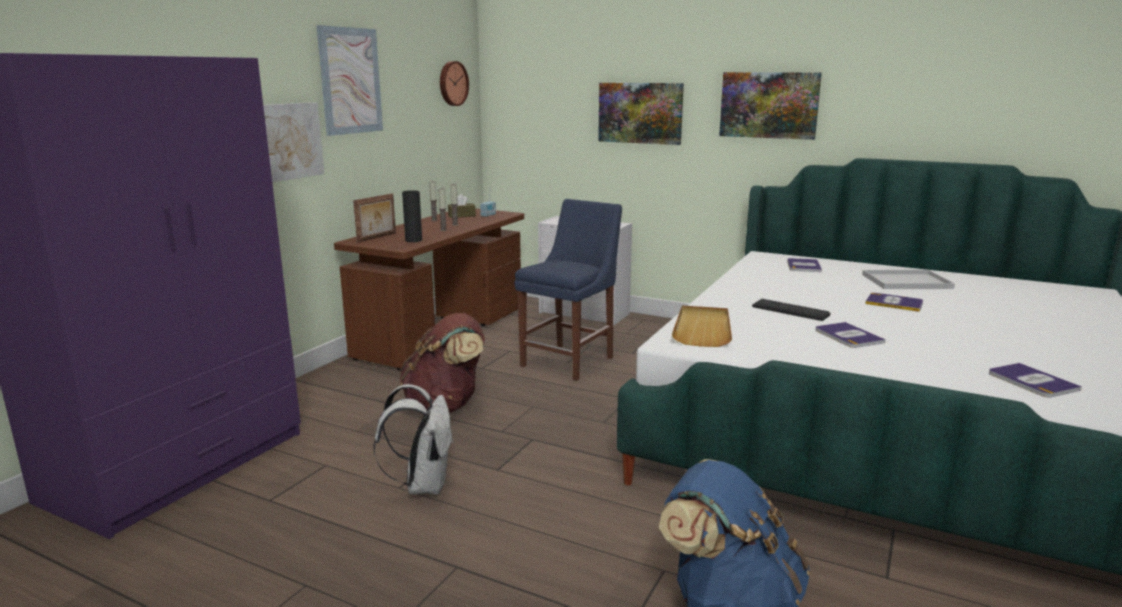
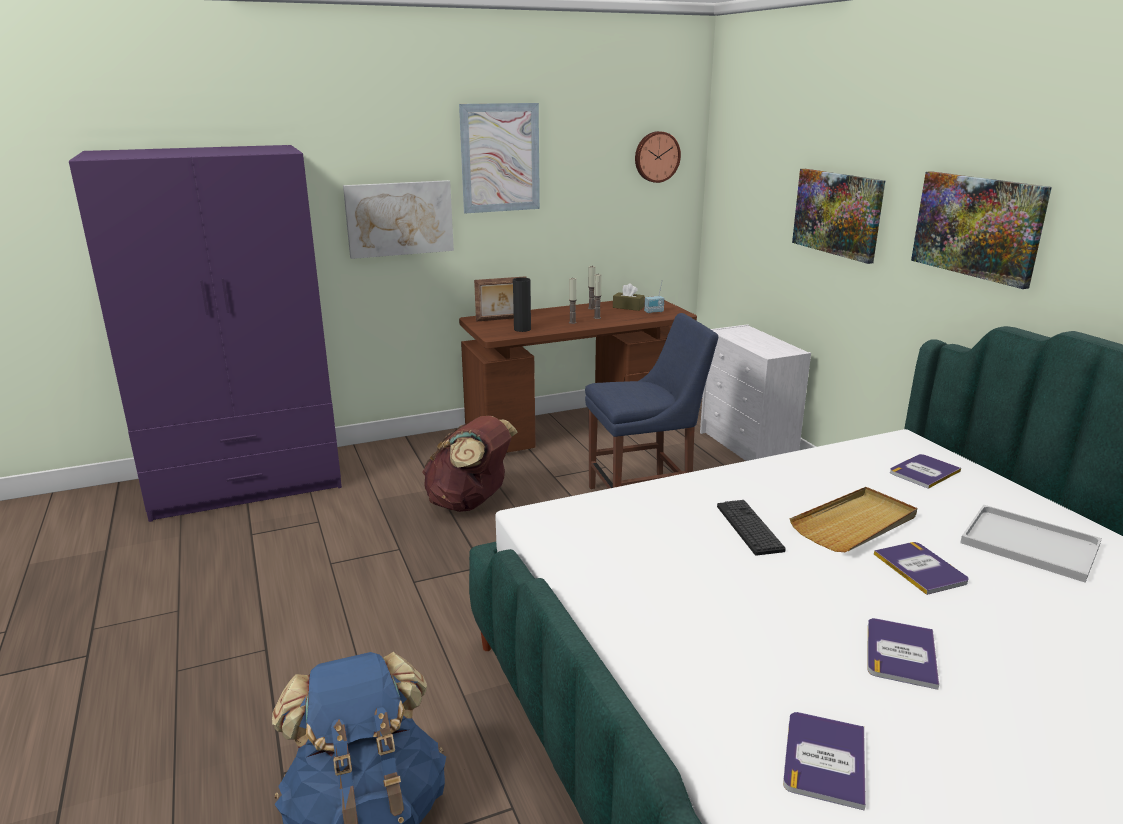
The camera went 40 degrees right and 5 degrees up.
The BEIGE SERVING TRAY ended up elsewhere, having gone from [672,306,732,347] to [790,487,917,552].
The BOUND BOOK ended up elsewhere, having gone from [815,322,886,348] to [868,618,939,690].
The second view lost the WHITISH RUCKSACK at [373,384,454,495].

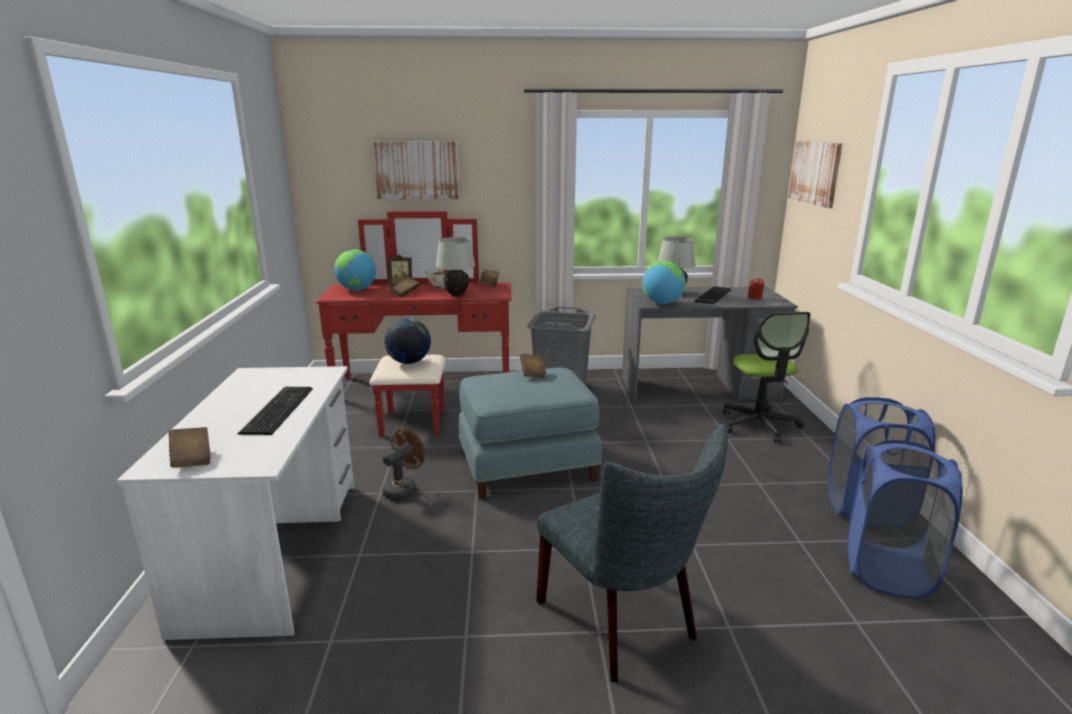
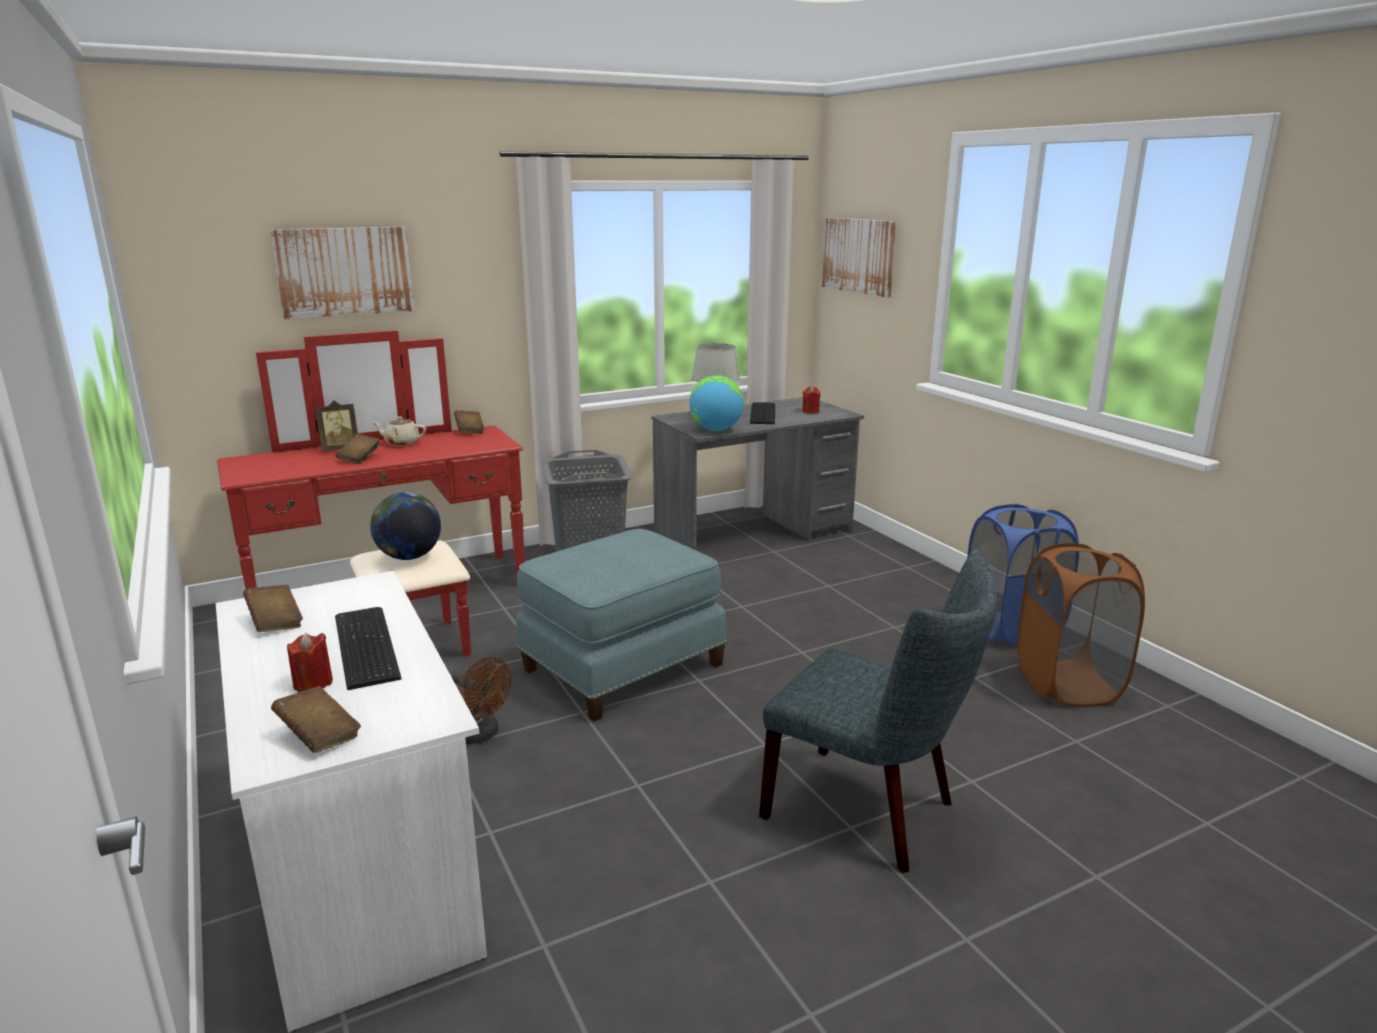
The camera went 25 degrees left and 0 degrees up.
The second view lost the WHITISH TABLETOP LAMP at [436,237,476,296].
The second view lost the DESK GLOBE at [334,249,376,291].
The second view lost the DESK CHAIR at [723,312,810,443].
The BROWNISH BOUND BOOK ended up elsewhere, having gone from [520,354,546,378] to [243,584,303,632].
The BROWNISH COOLING FAN at [382,429,425,501] ended up facing another way, 120 degrees clockwise from before.
What was the BLUE-COLOURED LAUNDRY BASKET at [847,440,963,599] turned into the BROWNISH LAUNDRY BASKET at [1017,543,1145,707].
The second view gained the REDDISH WAX LIGHT at [287,633,333,692].

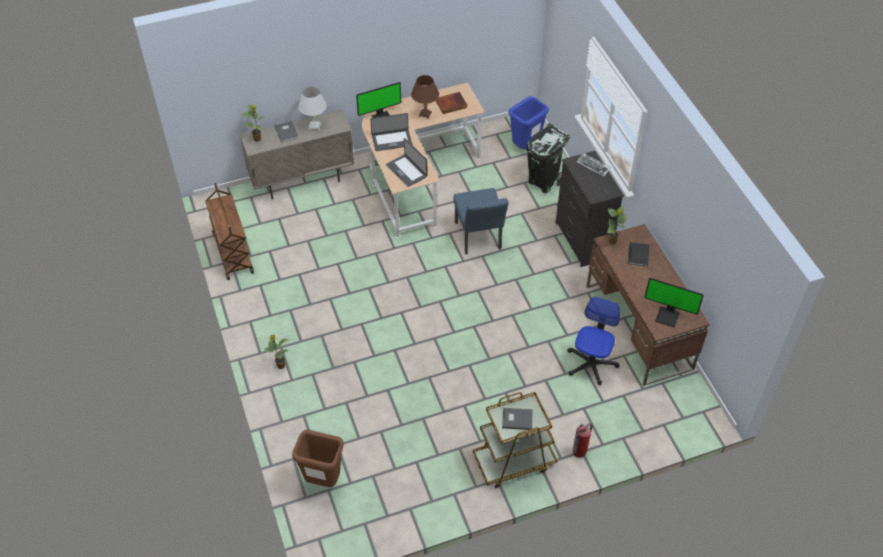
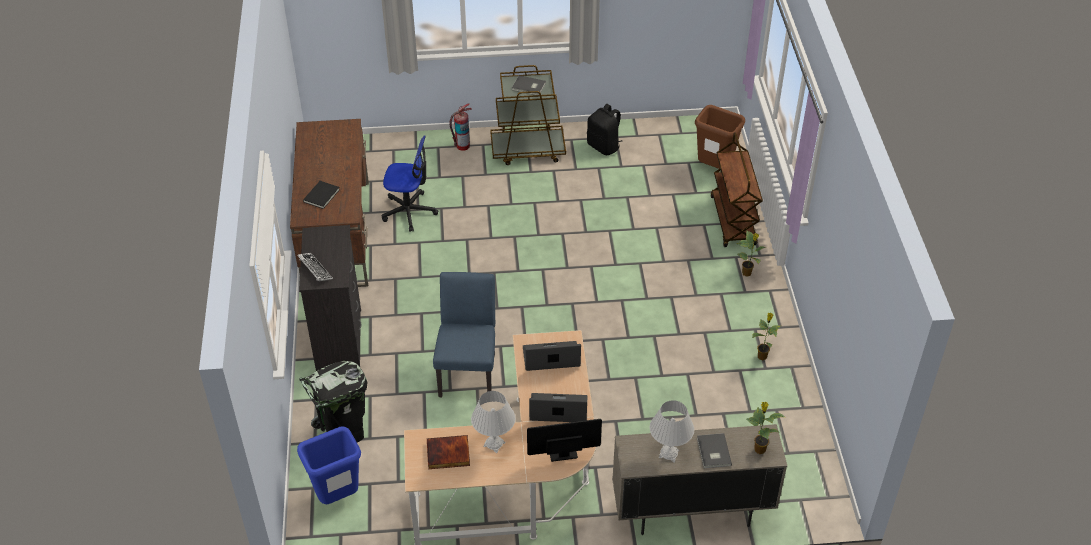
The camera went 165 degrees left and 5 degrees down.
What was the BROWNISH TABLETOP LAMP at [411,75,439,119] turned into the WHITISH TABLETOP LAMP at [471,391,515,453].
The LAPTOP at [386,138,428,187] ended up facing another way, 75 degrees counterclockwise from before.
The BROWNISH TROLLEY ended up elsewhere, having gone from [205,183,254,280] to [711,133,763,247].
The PLANT IN A POT ended up elsewhere, having gone from [607,206,627,244] to [752,313,781,360].
The second view lost the COMPUTER SCREEN at [645,278,704,327].
The DESK CHAIR at [567,296,620,385] ended up facing another way, 120 degrees counterclockwise from before.
The second view gained the BLACKISH RUCKSACK at [587,104,622,155].

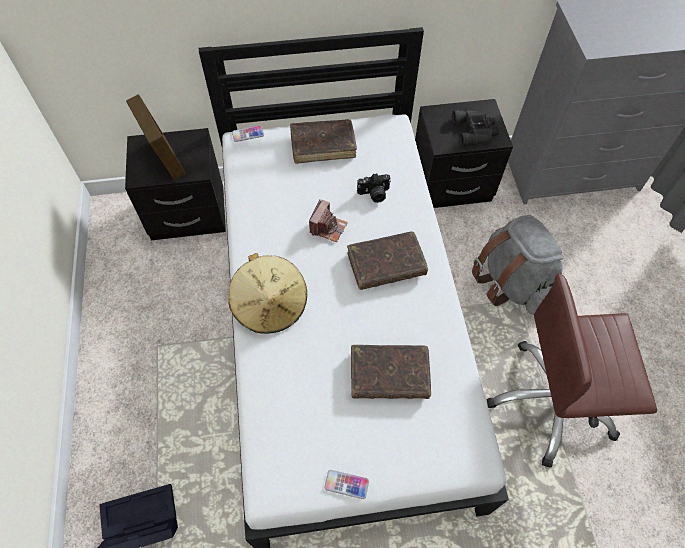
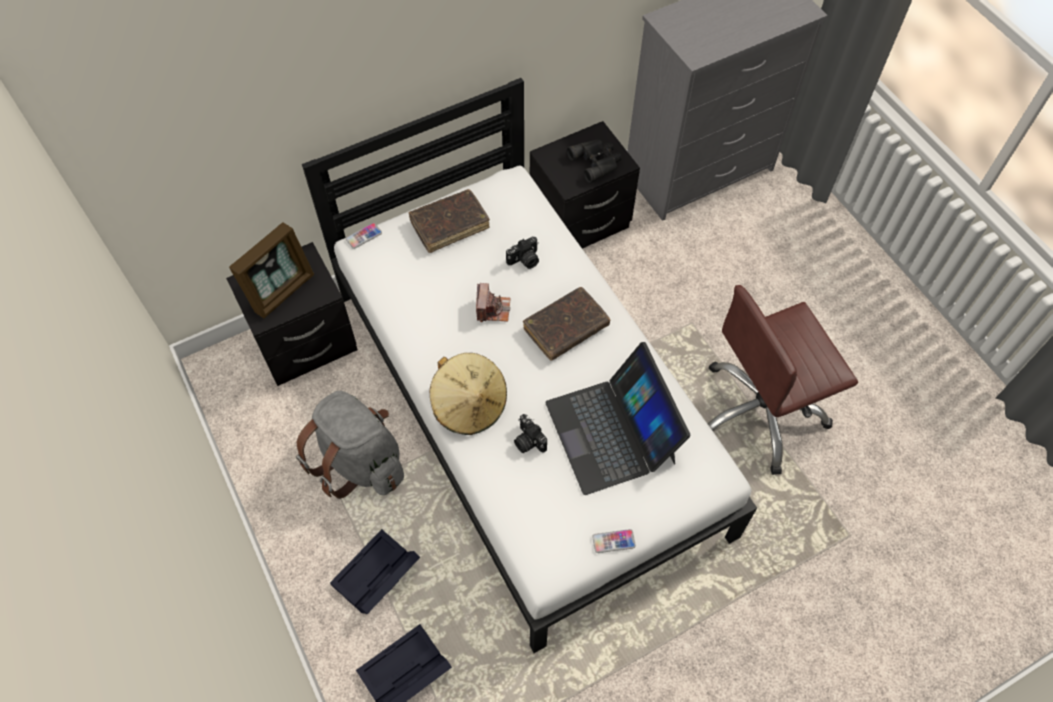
The camera went 20 degrees left and 0 degrees up.
The PHOTO FRAME at [126,94,186,180] ended up facing another way, 90 degrees clockwise from before.
The GREYISH RUCKSACK ended up elsewhere, having gone from [472,215,563,315] to [296,391,404,499].
Where the BROWNISH BOUND BOOK stood at [351,345,431,399], the LAPTOP came to stand at [545,342,690,495].
The second view gained the STILL CAMERA at [514,414,547,453].
The second view gained the BLACKISH STORAGE BOX at [330,529,420,614].

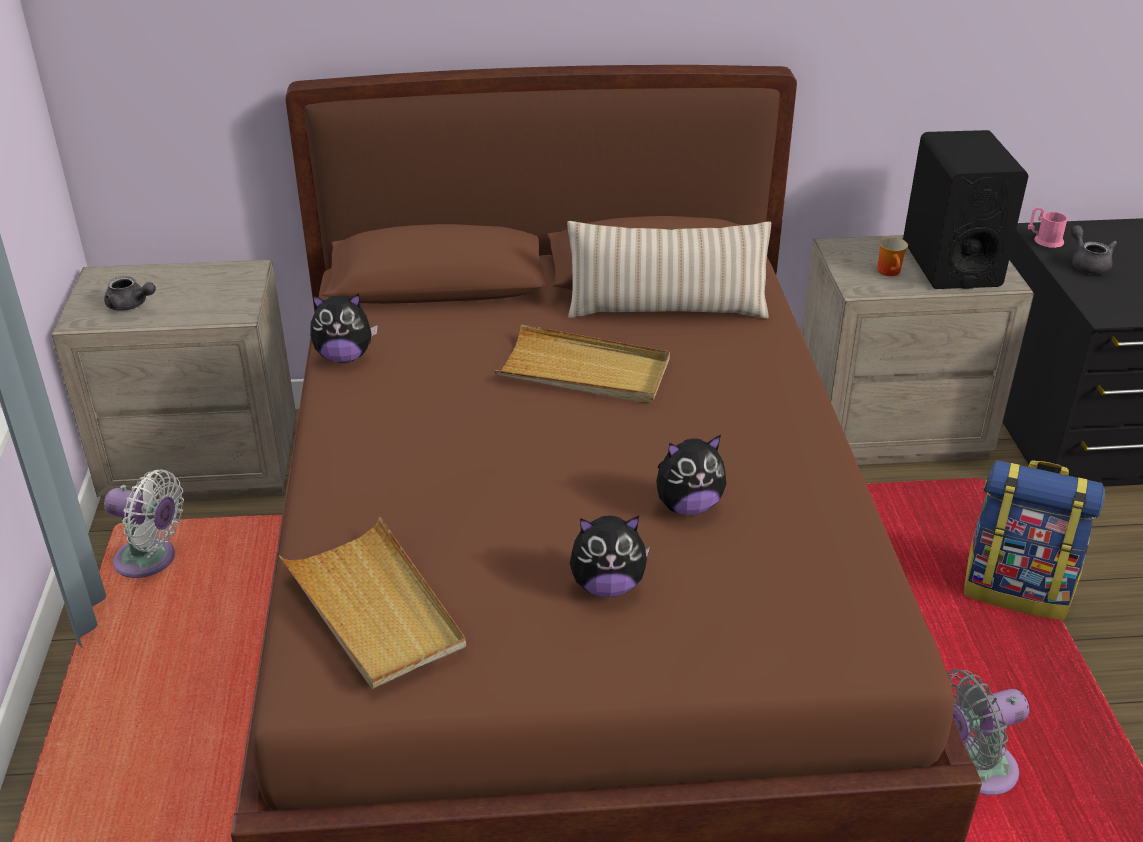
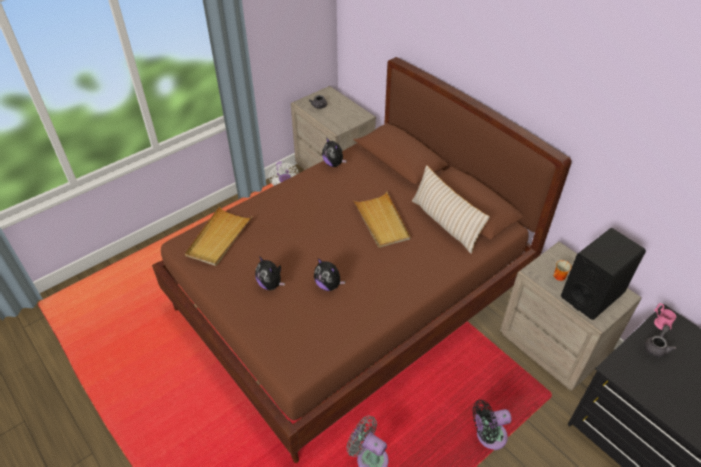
The camera went 55 degrees right and 10 degrees up.
Where the RUCKSACK stood at [964,460,1105,620], the BLACKISH COOLING FAN came to stand at [473,400,512,450].

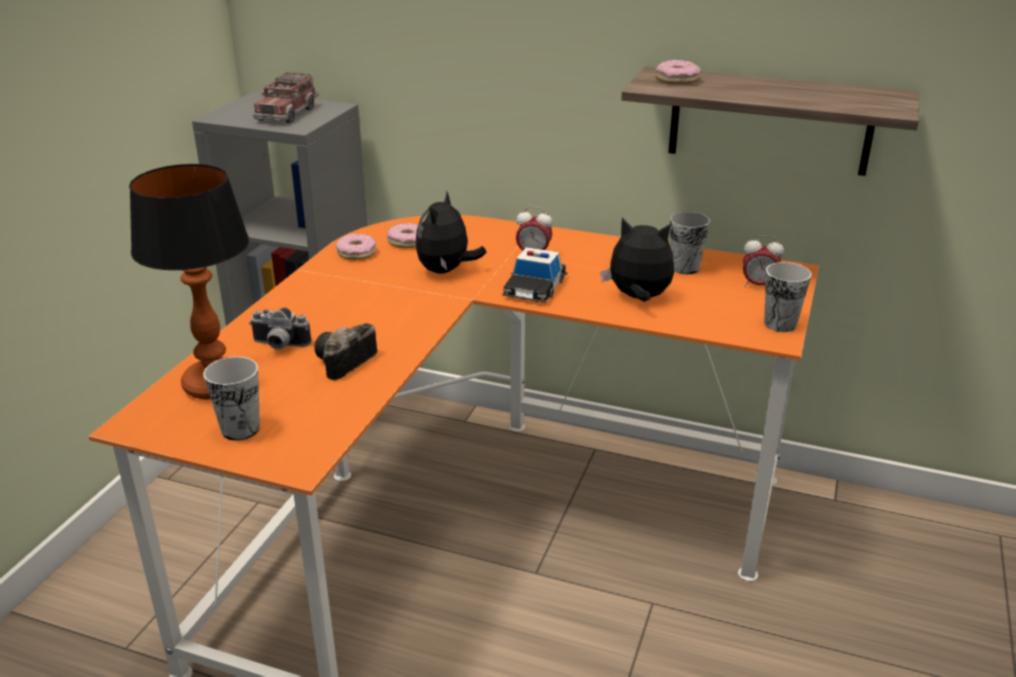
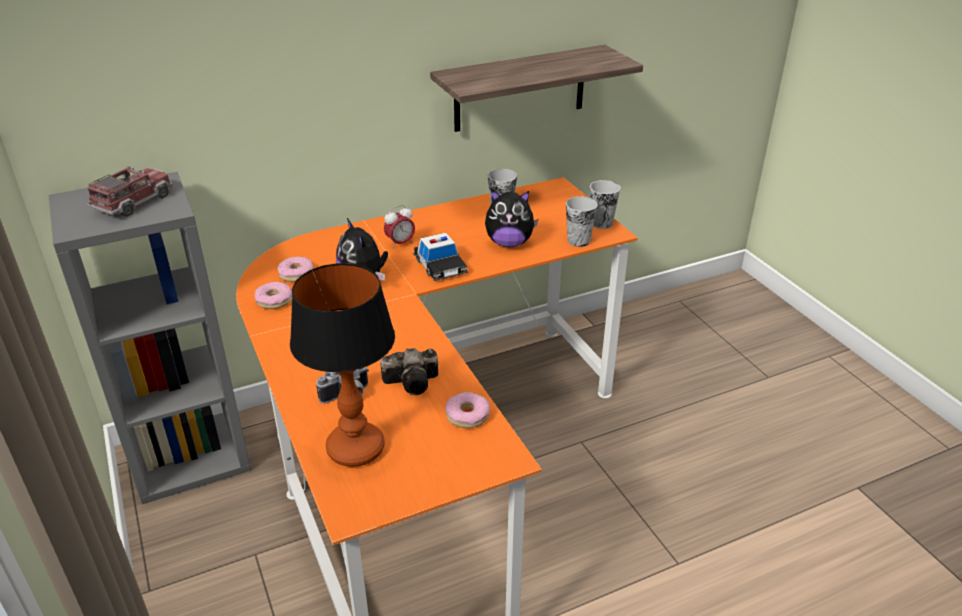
The camera went 45 degrees left and 5 degrees up.
The DOUGHNUT ended up elsewhere, having gone from [655,60,701,85] to [445,392,490,428].
The MODEL TRUCK at [253,73,318,123] ended up facing another way, 120 degrees counterclockwise from before.
The CUDDLY TOY at [601,218,674,302] ended up facing another way, 150 degrees counterclockwise from before.
The second view lost the BEDSIDE CLOCK at [743,235,784,287].
The STILL CAMERA at [314,323,377,381] ended up facing another way, 90 degrees counterclockwise from before.
The SMALL CUP ended up elsewhere, having gone from [203,357,260,441] to [566,196,597,247].

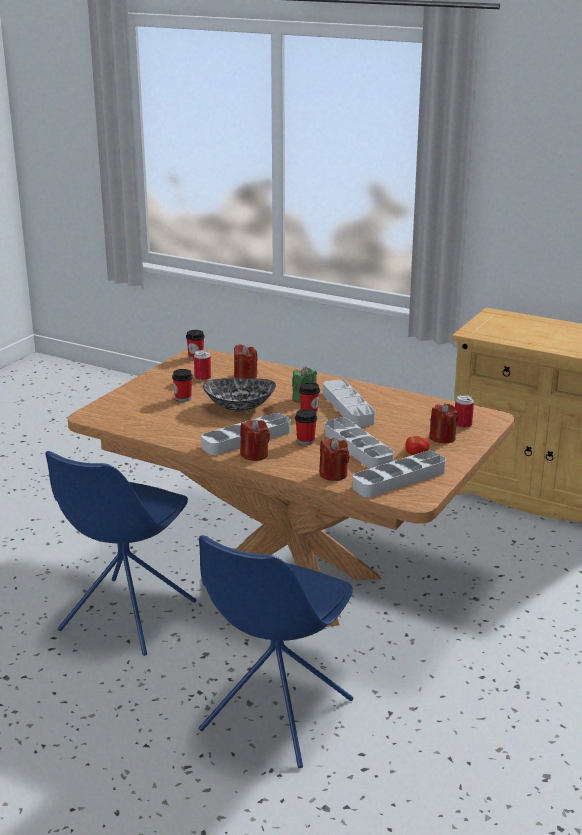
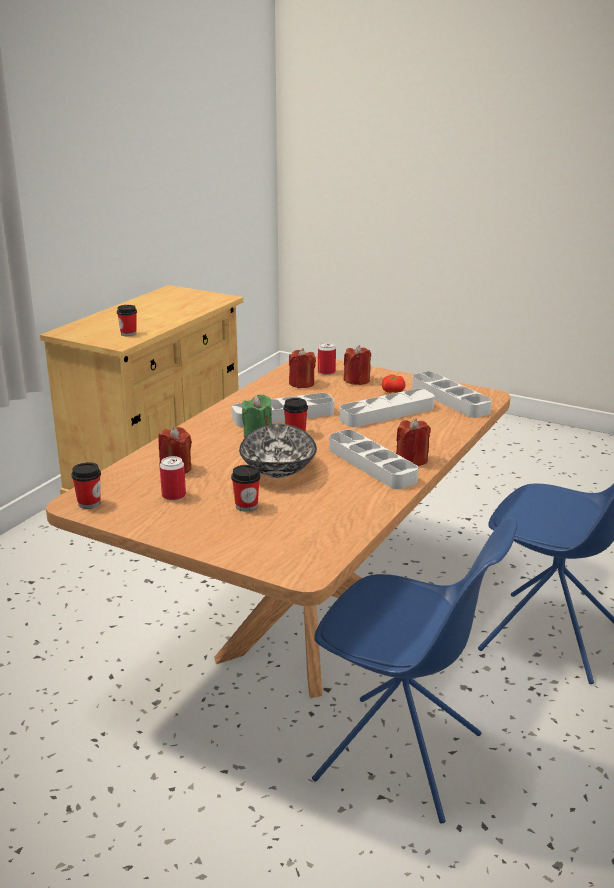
The camera went 90 degrees left and 0 degrees up.
The SMALL CUP ended up elsewhere, having gone from [295,409,317,445] to [117,305,137,336].
The REDDISH WAX LIGHT ended up elsewhere, having gone from [319,438,349,481] to [289,348,316,388].

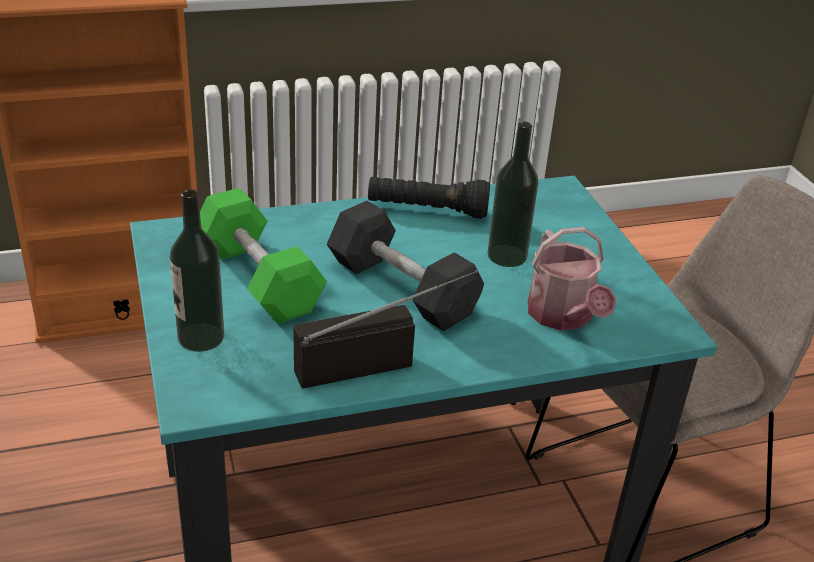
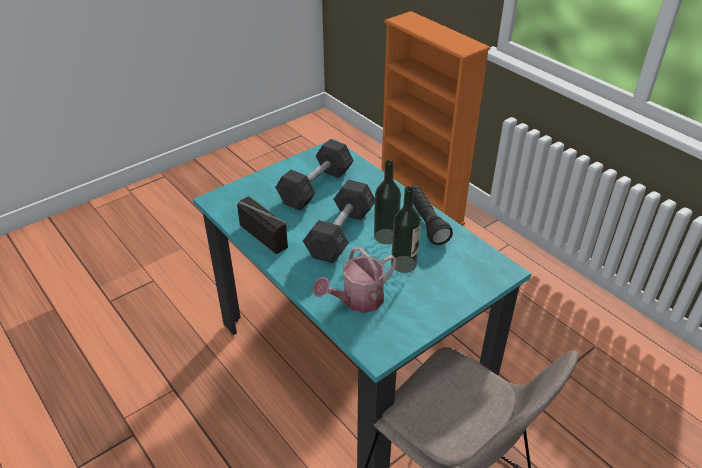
The camera went 70 degrees right and 5 degrees up.
What was the GREEN-COLOURED FREE WEIGHT at [200,188,327,324] turned into the GREYISH FREE WEIGHT at [275,139,354,211].
The DRINK BOTTLE ended up elsewhere, having gone from [170,189,224,352] to [374,160,401,244].

